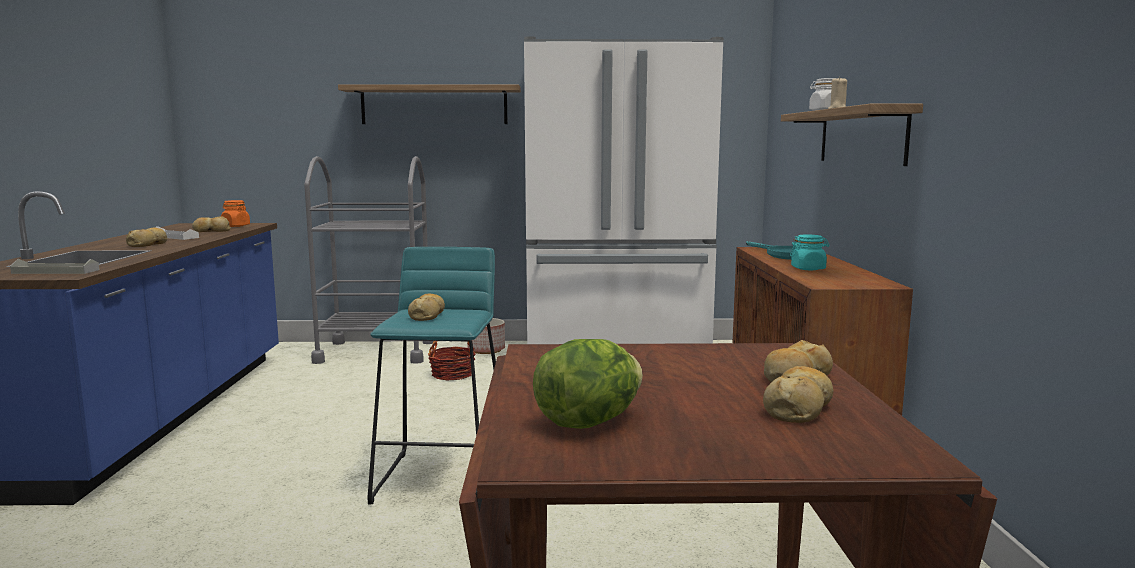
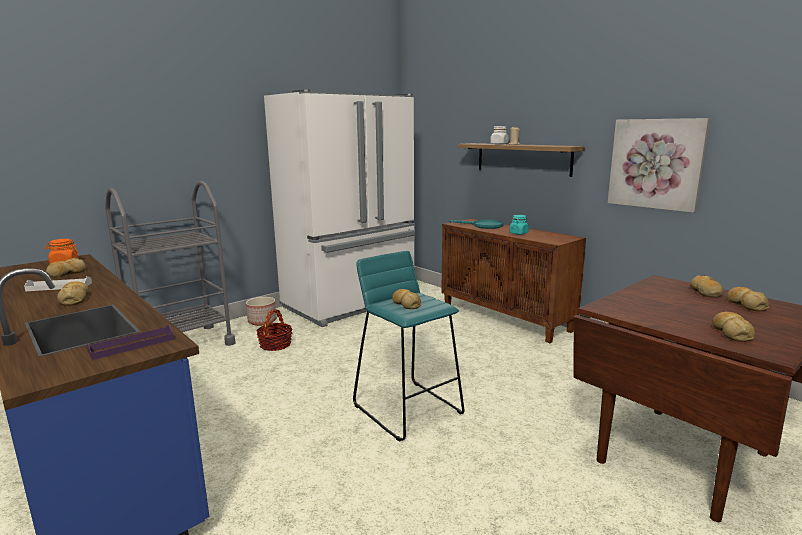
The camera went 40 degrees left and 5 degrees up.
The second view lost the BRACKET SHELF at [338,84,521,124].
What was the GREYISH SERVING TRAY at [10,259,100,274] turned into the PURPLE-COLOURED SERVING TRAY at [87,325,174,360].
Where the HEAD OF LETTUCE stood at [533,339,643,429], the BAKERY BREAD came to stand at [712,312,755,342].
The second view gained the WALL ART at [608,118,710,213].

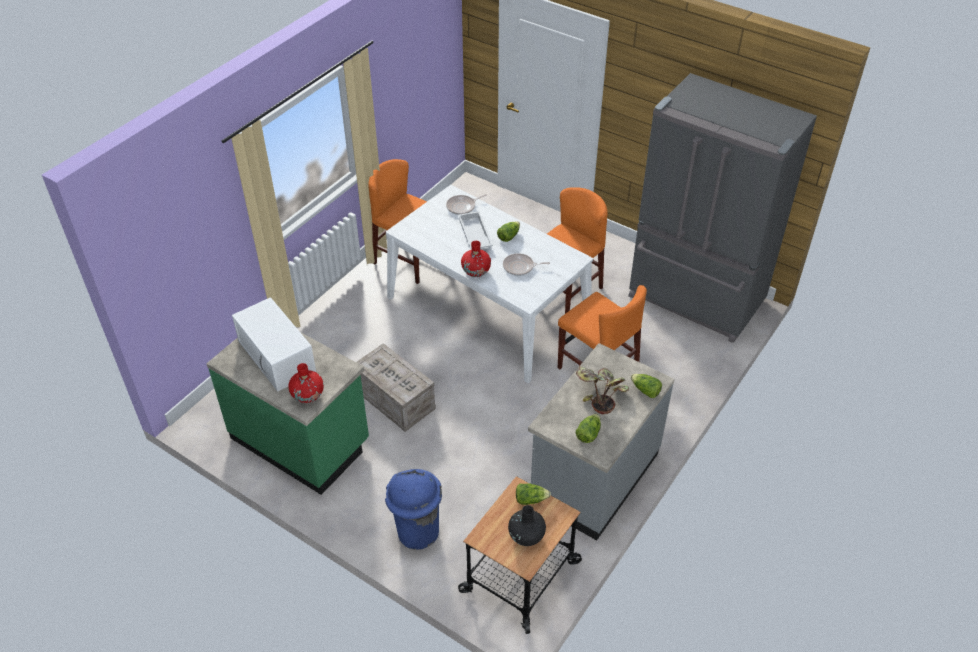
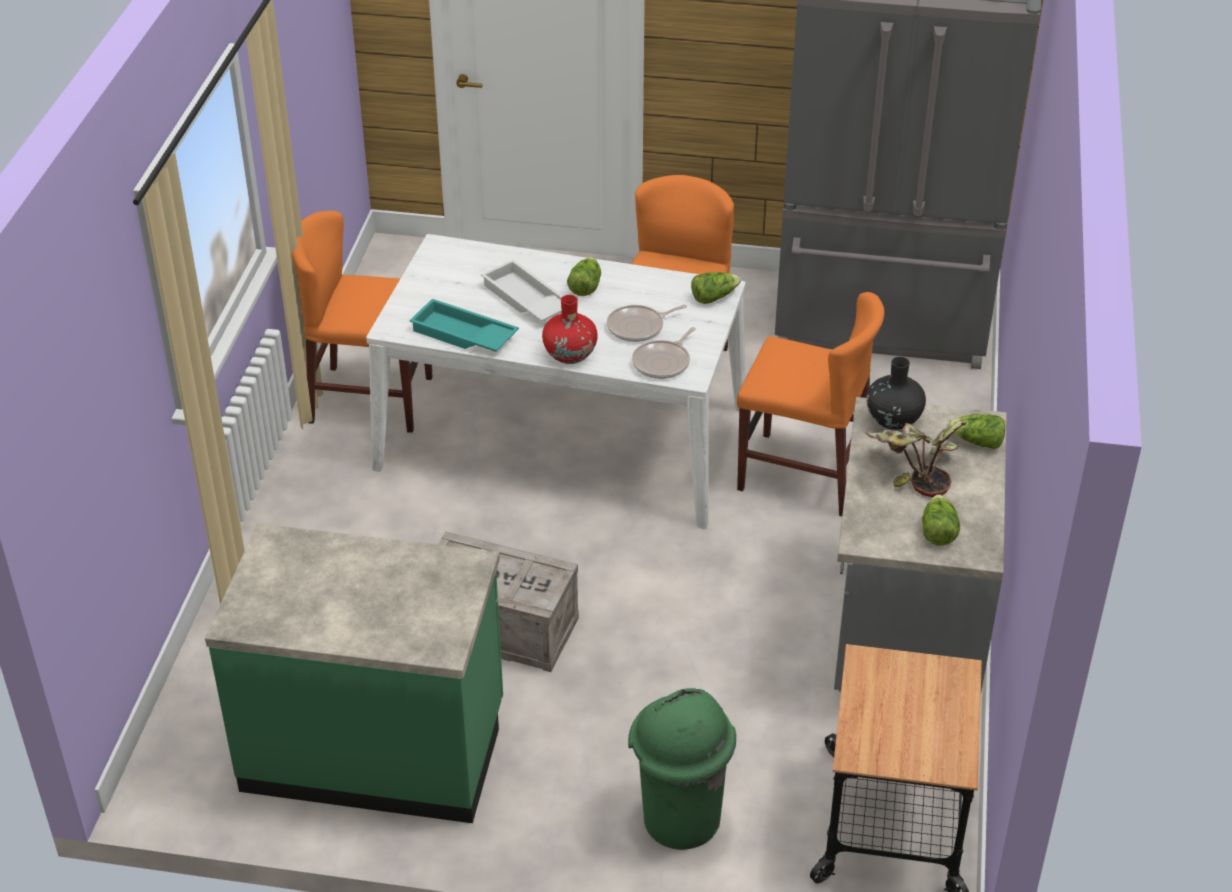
The camera went 25 degrees left and 5 degrees down.
The SKILLET ended up elsewhere, having gone from [446,194,487,215] to [632,327,696,379].
The second view lost the WHITISH MICROWAVE OVEN at [232,297,316,392].
The second view lost the REDDISH DECORATIVE VASE at [288,363,324,403].
What was the BLUE-COLOURED TRASH CAN at [385,469,442,550] turned into the GREEN-COLOURED TRASH CAN at [628,688,736,850].
The HEAD OF LETTUCE ended up elsewhere, having gone from [516,483,551,505] to [691,272,741,304].
The BLACKISH DECORATIVE VASE ended up elsewhere, having gone from [508,505,546,546] to [866,357,926,430].
The second view gained the BLUE-GREEN SERVING TRAY at [409,299,519,352].

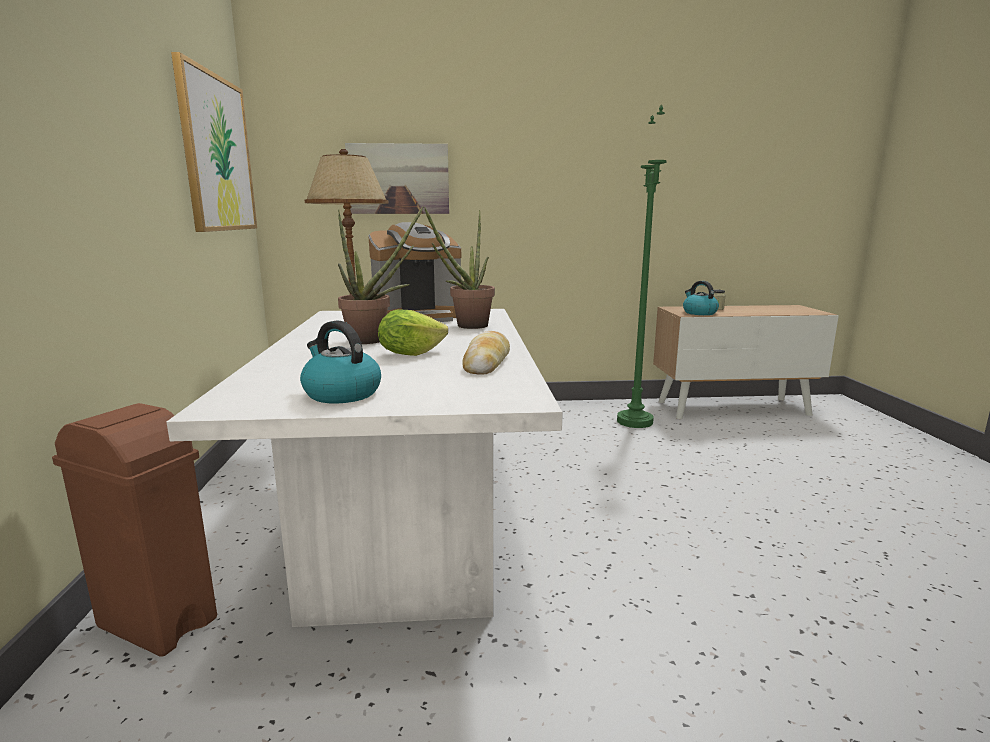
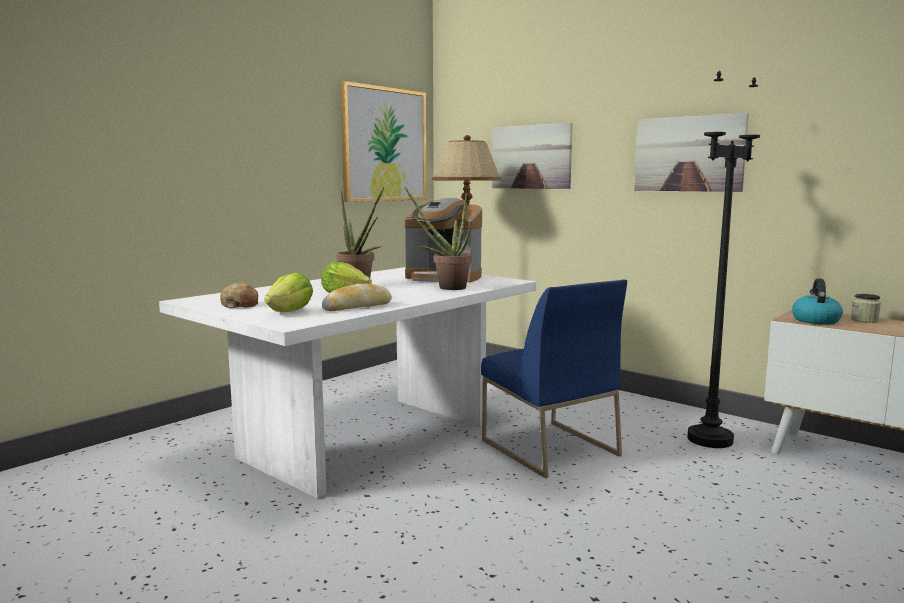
The camera went 45 degrees right and 5 degrees down.
What was the GREEN-COLOURED STANDING LAMP at [617,105,667,428] turned into the BLACKISH STANDING LAMP at [687,70,760,448].
Where the TEA KETTLE stood at [300,320,381,403], the BAKERY BREAD came to stand at [220,282,258,308].
The second view lost the BROWNISH TRASH CAN at [52,403,217,657].
The second view gained the WALL ART at [634,113,749,192].
The second view gained the HEAD OF LETTUCE at [264,273,313,312].
The second view gained the BLUE-COLOURED UPRIGHT CHAIR at [481,279,627,478].

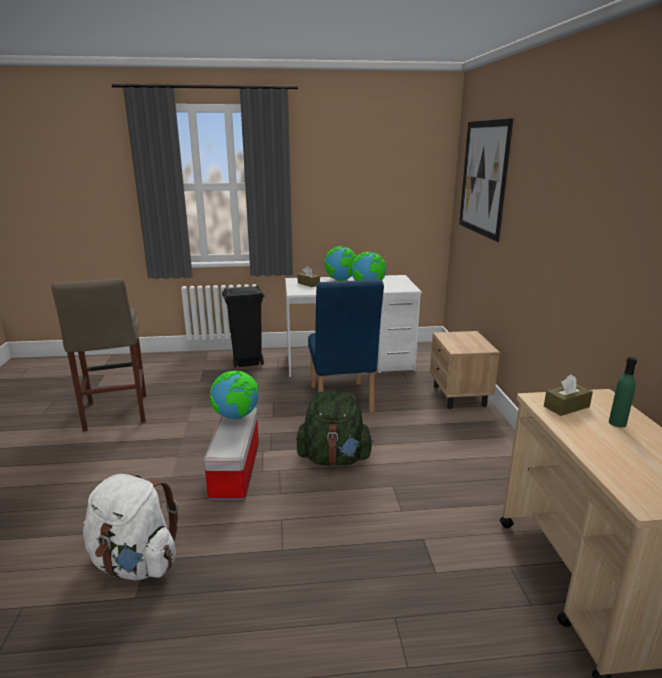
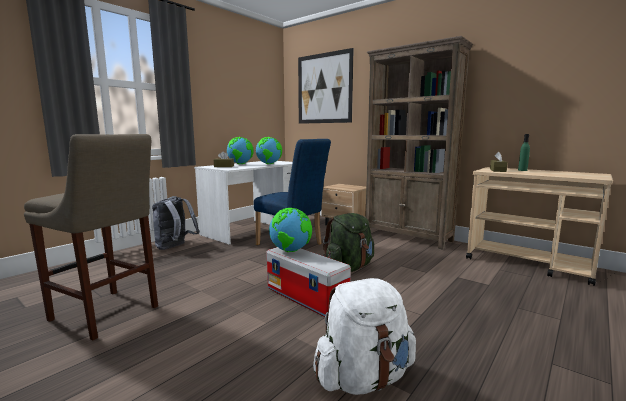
The camera went 45 degrees left and 10 degrees down.
Where the BLACKISH TRASH CAN stood at [222,285,264,368], the GREYISH RUCKSACK came to stand at [152,196,200,250].
The second view gained the BROWNISH SHELVING UNIT at [365,36,473,250].

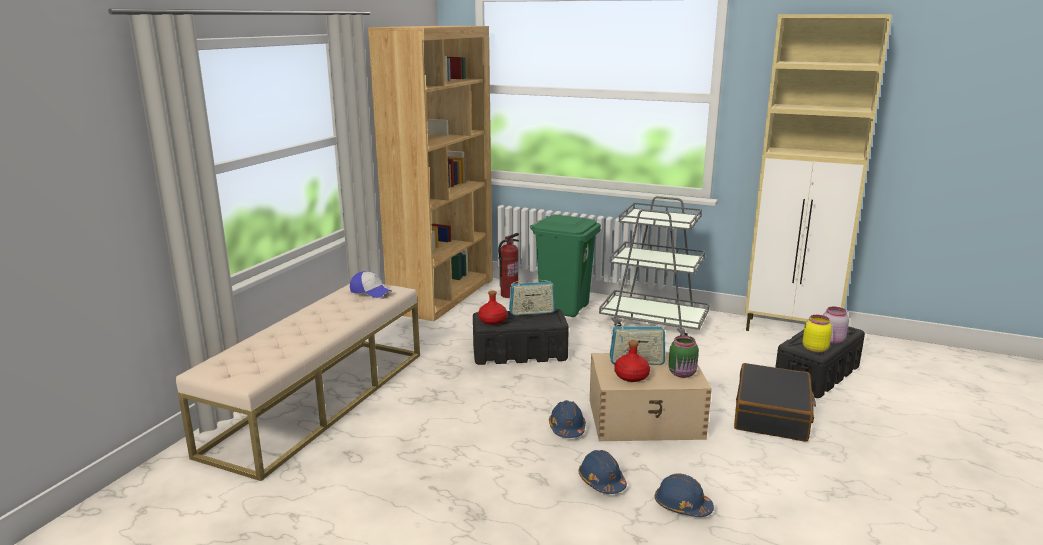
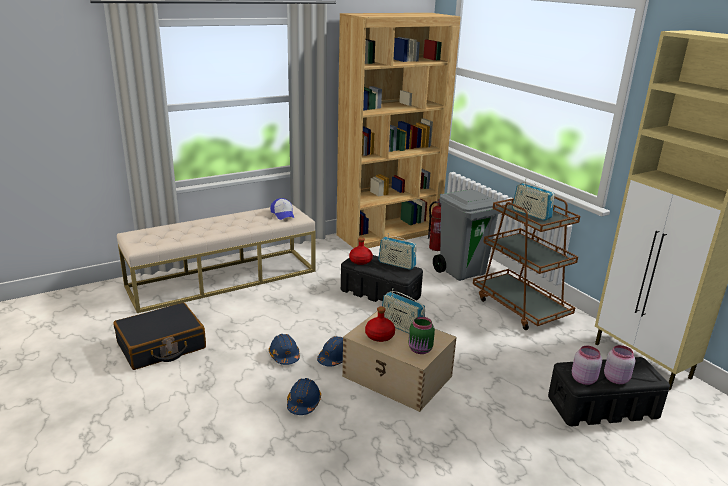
The camera went 35 degrees right and 5 degrees up.
What was the GREYISH TROLLEY at [599,196,710,336] turned into the BROWNISH TROLLEY at [473,197,580,330].
What was the GREEN-COLOURED TRASH CAN at [530,215,601,317] turned into the GREYISH TRASH CAN at [433,189,502,281].
What was the YELLOWISH JAR at [803,315,832,353] turned into the PINK-COLOURED JAR at [572,346,602,385].
The BLACKISH TRAVEL CASE ended up elsewhere, having gone from [734,363,816,442] to [113,303,206,370].
The BLUE-COLOURED HARD HAT ended up elsewhere, having gone from [655,474,714,517] to [269,334,300,365].
The second view gained the RADIO at [512,181,555,221].

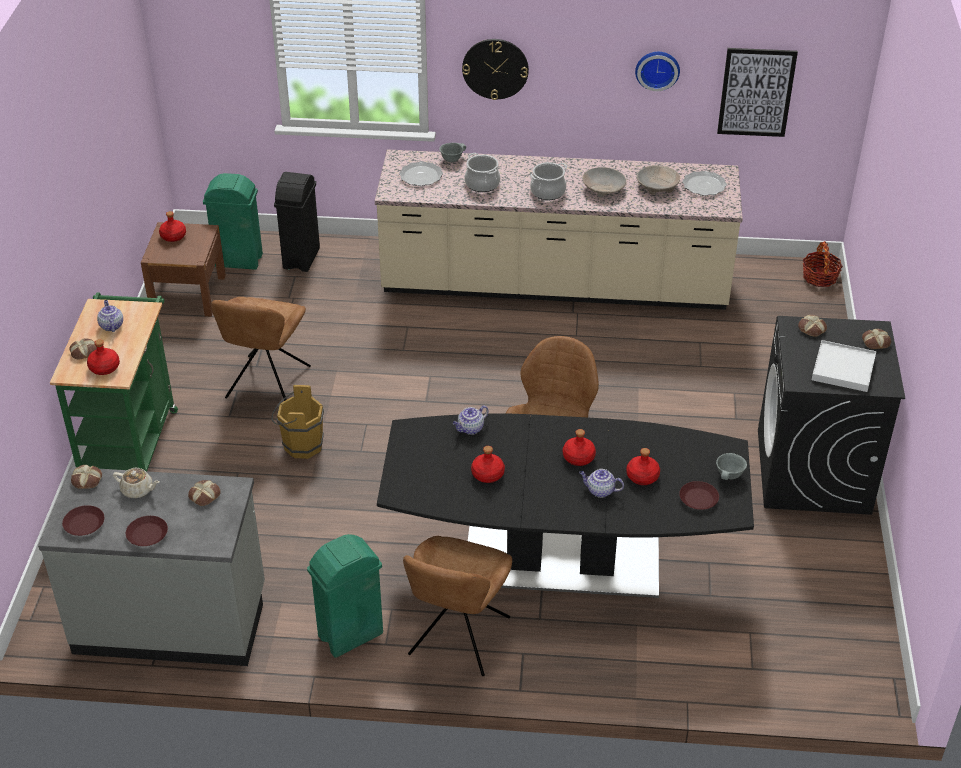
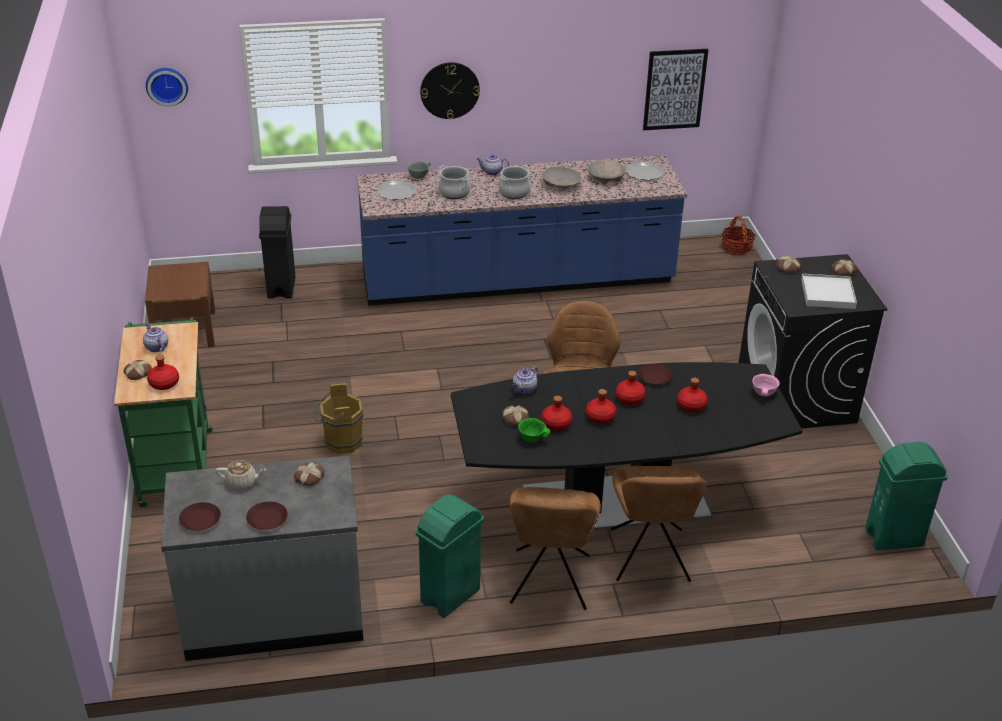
The camera went 15 degrees left and 5 degrees down.
The HANGING CLOCK ended up elsewhere, having gone from [635,52,680,91] to [146,68,188,106].
What was the BEIGE KITCHEN BASE UNIT at [375,149,743,310] turned into the BLUE-COLOURED KITCHEN BASE UNIT at [357,155,687,306].
The GREEN-COLOURED TRASH CAN ended up elsewhere, having gone from [203,173,263,270] to [865,442,948,550].
The REDDISH DRINK BOTTLE ended up elsewhere, having gone from [159,211,186,242] to [586,389,617,424].
The BROWNISH UPRIGHT CHAIR ended up elsewhere, having gone from [211,297,311,401] to [610,466,707,582].
What was the GREYISH DEEP DISH at [716,453,747,480] turned into the PINK-COLOURED DEEP DISH at [752,374,780,397].
The BAKERY BREAD ended up elsewhere, having gone from [71,465,102,489] to [502,405,529,426].
The TEAPOT ended up elsewhere, having gone from [579,469,624,498] to [477,155,509,175].
The BROWNISH DINNER PLATE ended up elsewhere, having gone from [679,481,719,510] to [638,364,673,385].
The second view gained the GREEN-COLOURED DEEP DISH at [518,418,551,442].

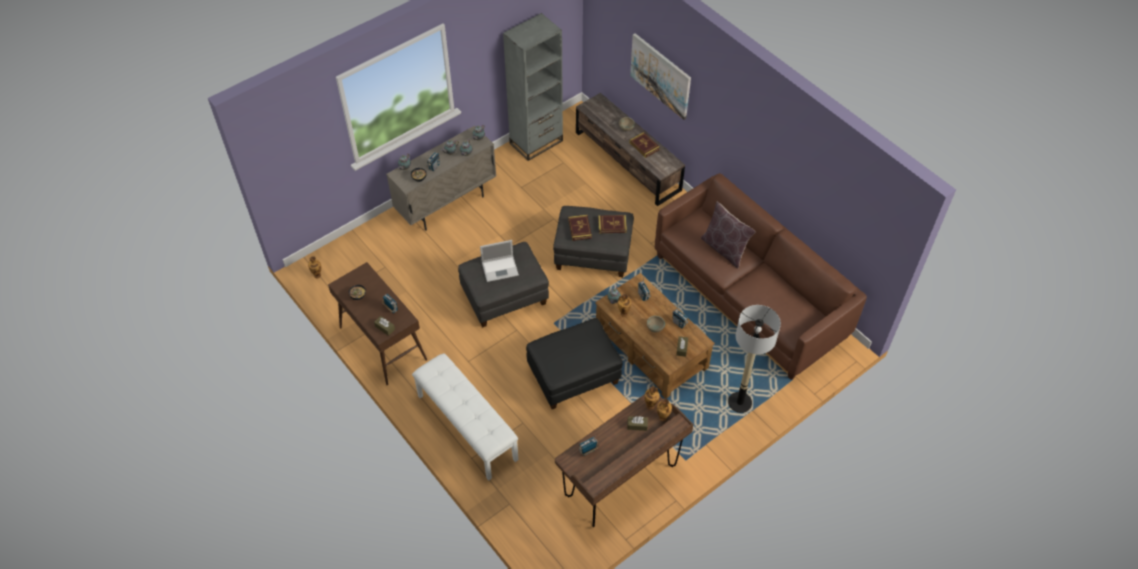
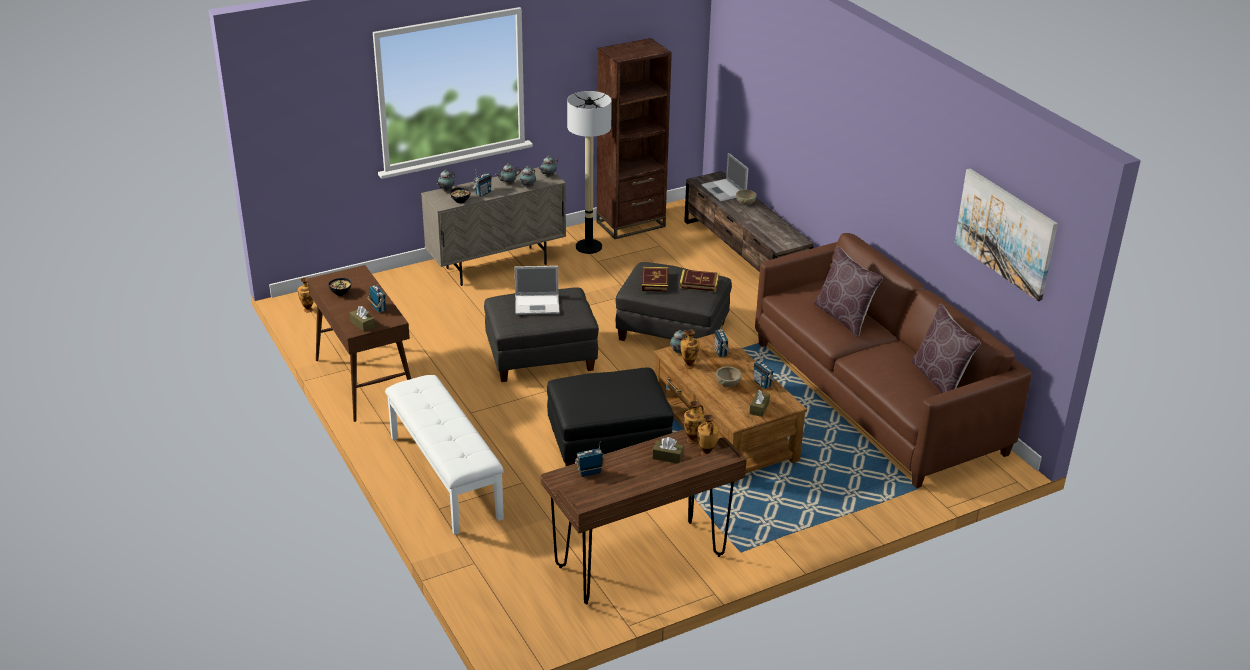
The camera went 10 degrees right and 20 degrees down.
What was the GREYISH SHELVING UNIT at [503,13,563,161] turned into the BROWNISH SHELVING UNIT at [596,38,672,239].
The WALL ART ended up elsewhere, having gone from [630,33,691,120] to [954,169,1058,301].
The second view lost the BOUND BOOK at [629,132,660,158].
The STANDING LAMP ended up elsewhere, having gone from [728,305,781,413] to [567,91,612,254].
The second view gained the LAPTOP at [701,153,748,201].
The second view gained the BROWNISH CUSHION at [911,304,981,393].

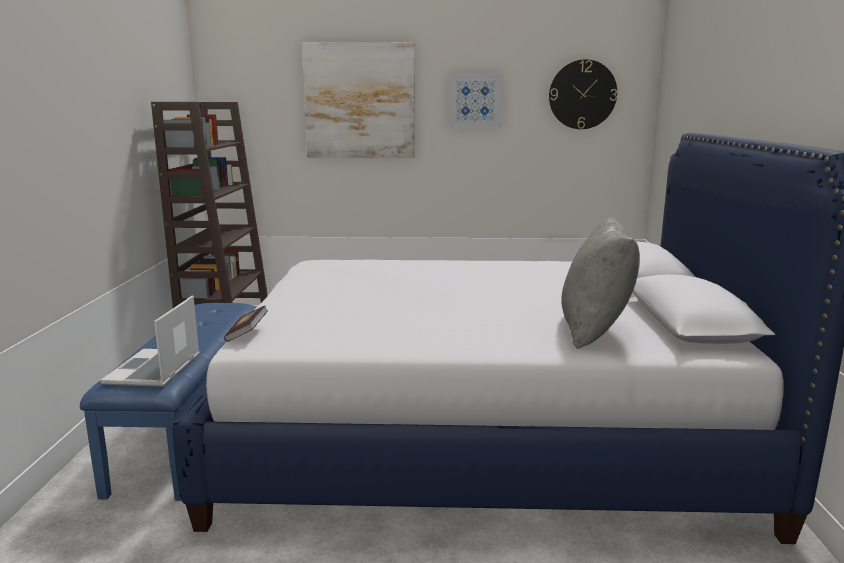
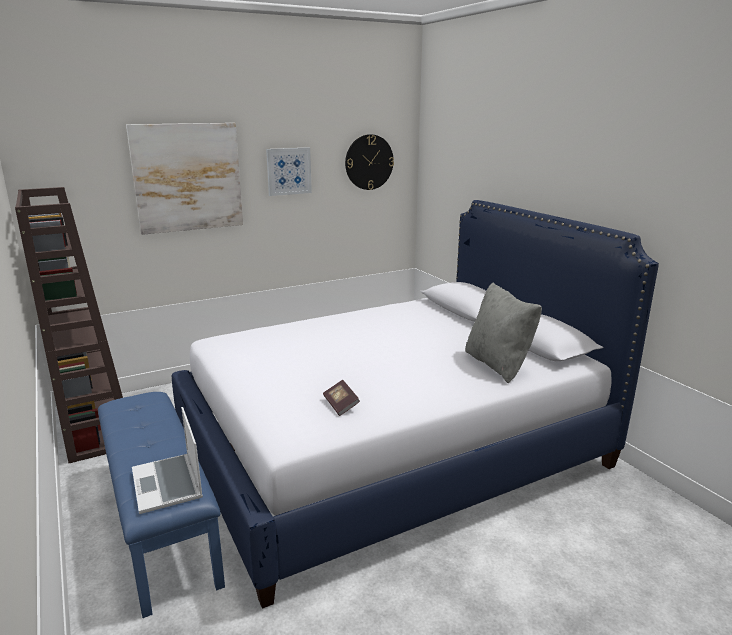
The camera went 30 degrees left and 5 degrees up.
The BOUND BOOK ended up elsewhere, having gone from [224,306,268,342] to [323,380,360,416].

